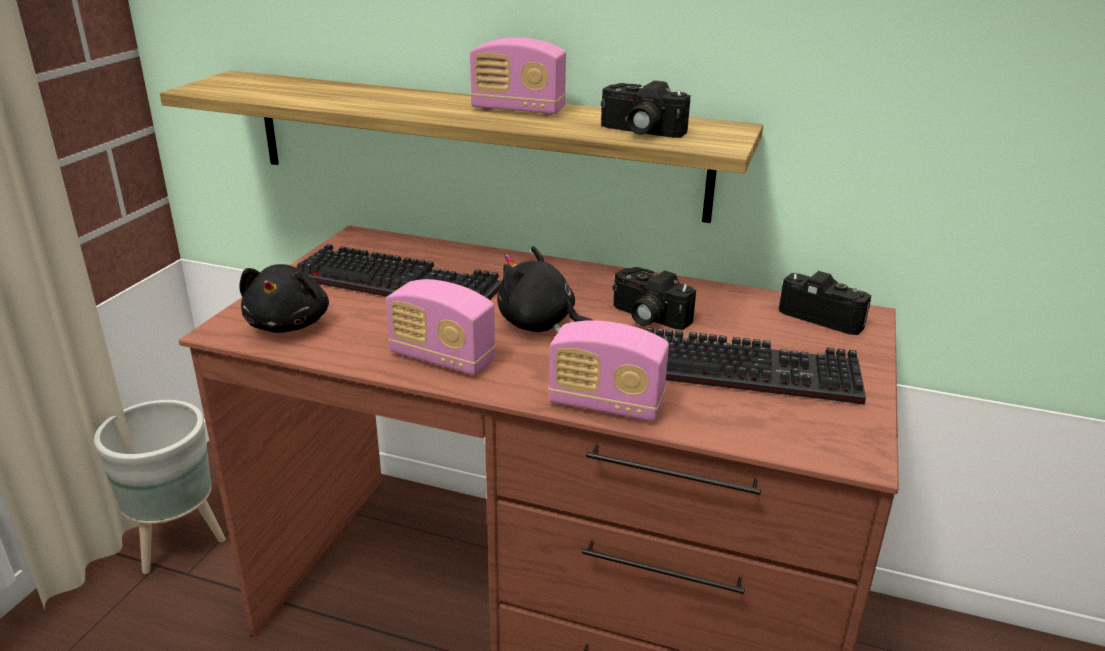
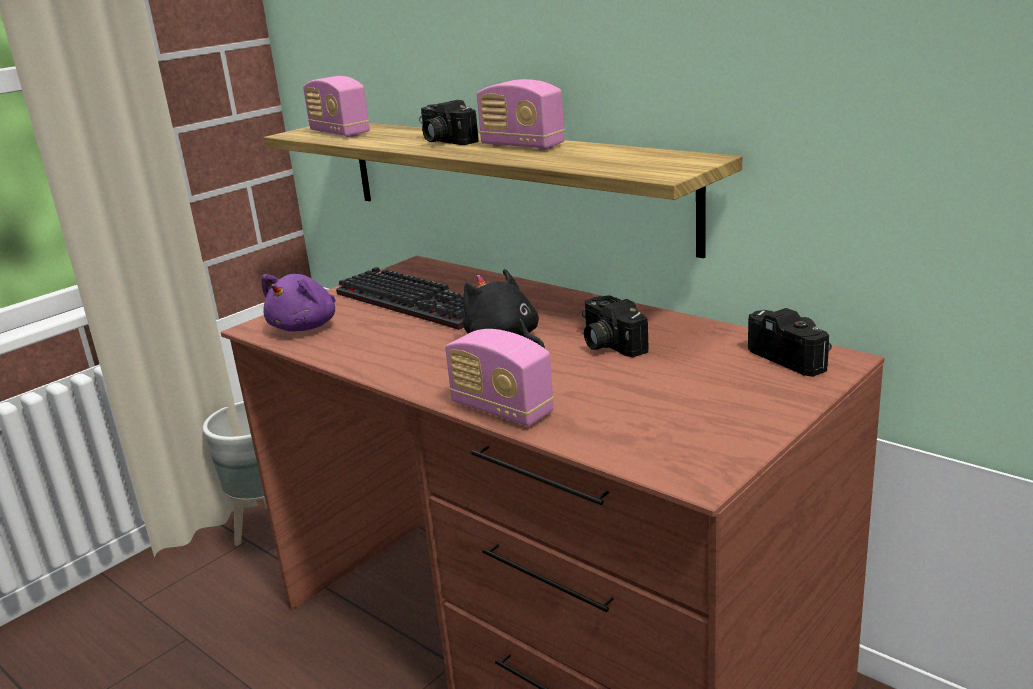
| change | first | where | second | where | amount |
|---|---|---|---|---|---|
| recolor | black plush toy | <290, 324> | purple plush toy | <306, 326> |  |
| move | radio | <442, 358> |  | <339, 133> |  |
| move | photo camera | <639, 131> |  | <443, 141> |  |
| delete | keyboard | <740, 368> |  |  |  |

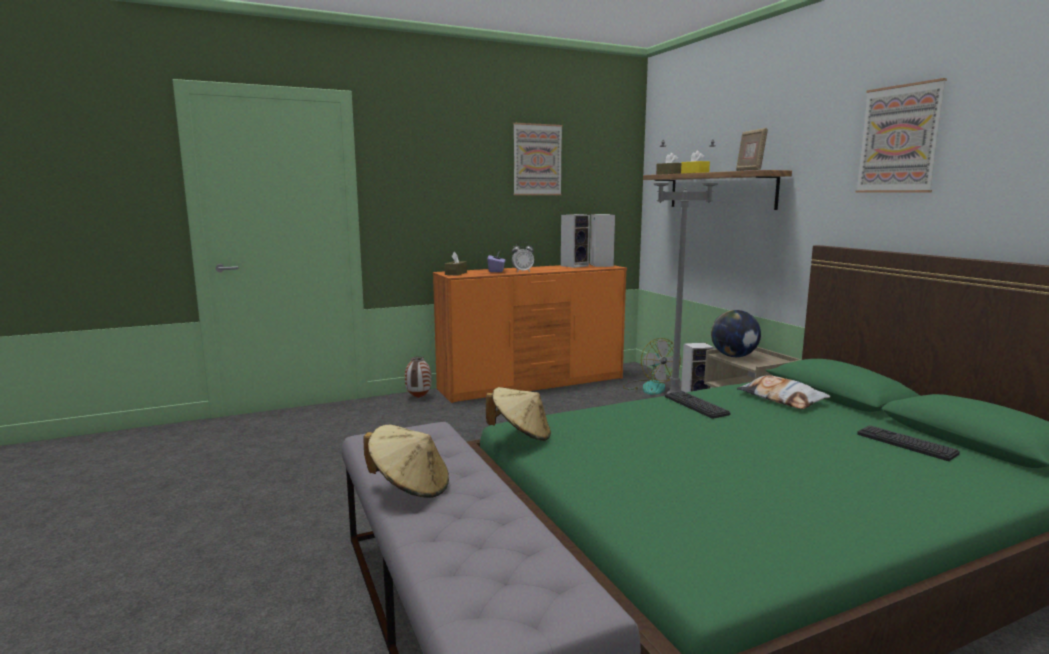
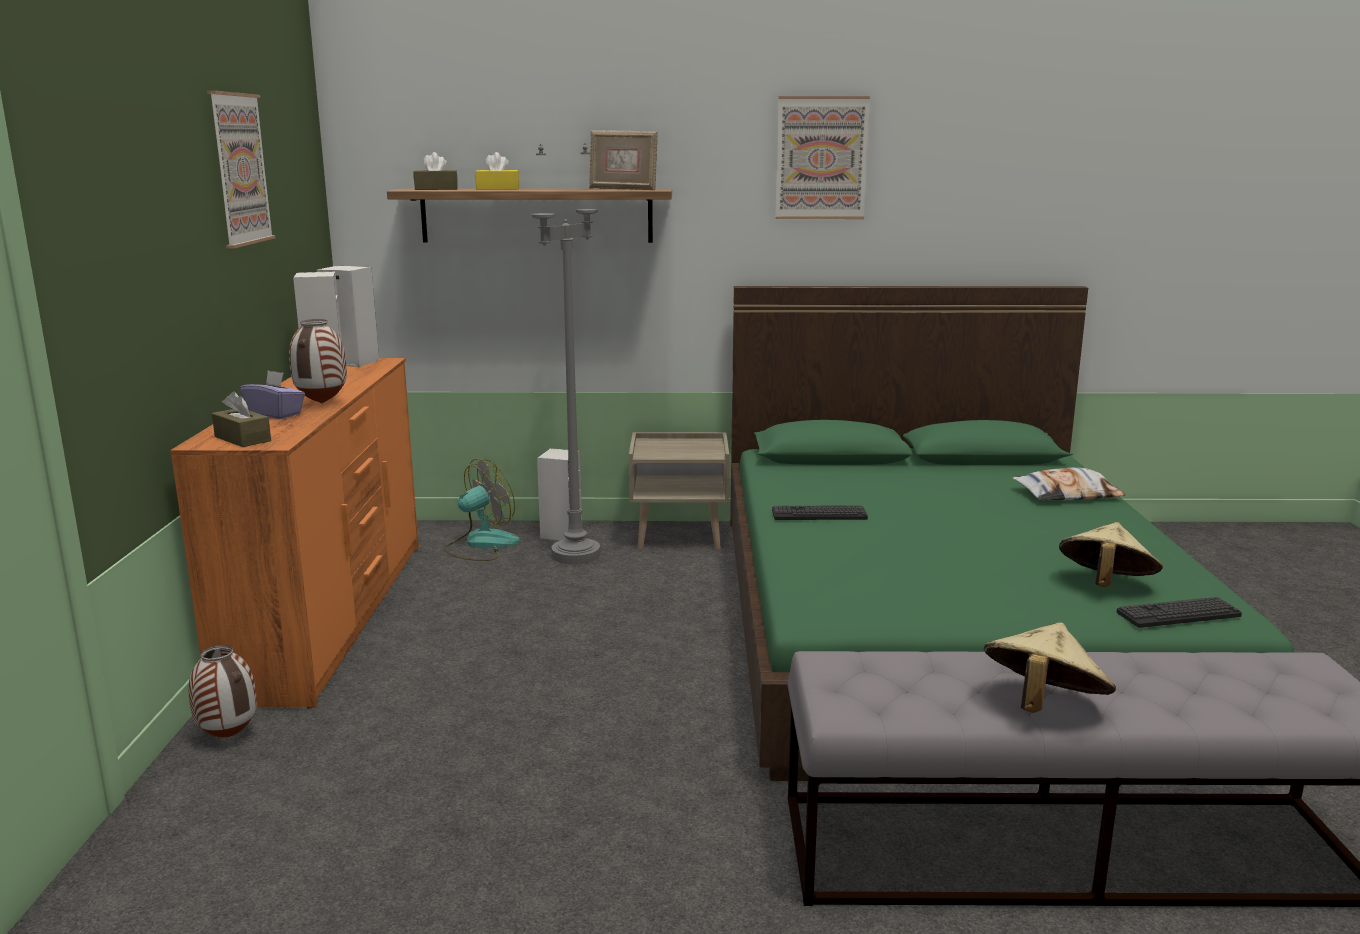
| change | first | where | second | where | amount |
|---|---|---|---|---|---|
| replace | alarm clock | <522, 271> | vase | <321, 403> |  |
| rotate | fan | <649, 387> |  | <481, 545> | 45 degrees counterclockwise |
| move | pillow | <781, 399> |  | <1067, 494> |  |
| move | beige hat | <520, 435> |  | <1105, 585> |  |
| move | keyboard | <906, 444> |  | <1178, 614> |  |
| delete | globe | <734, 356> |  |  |  |

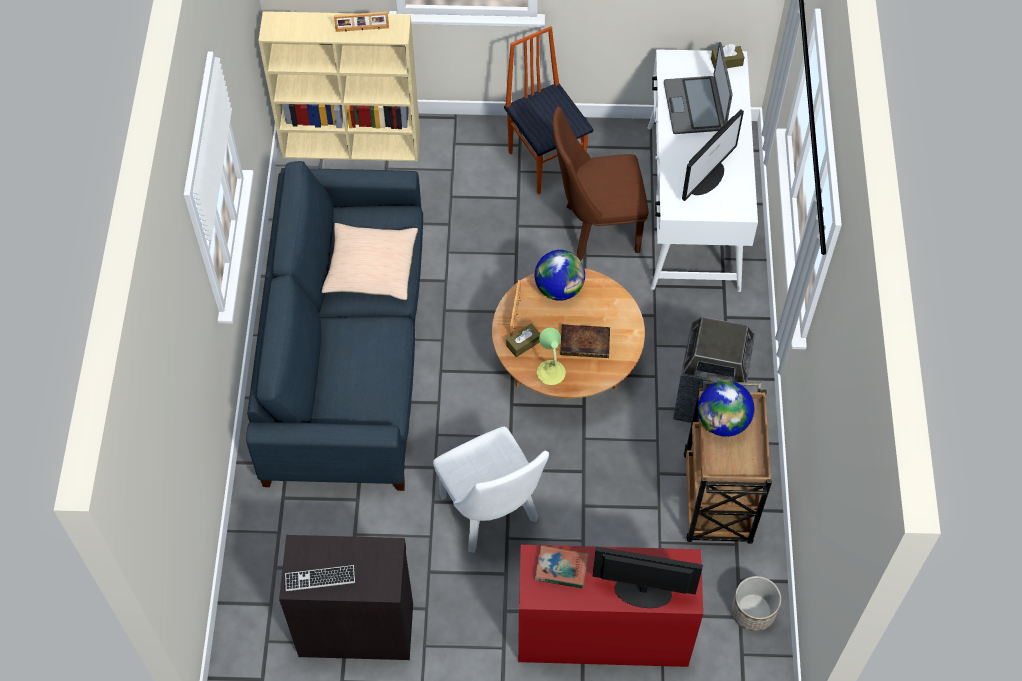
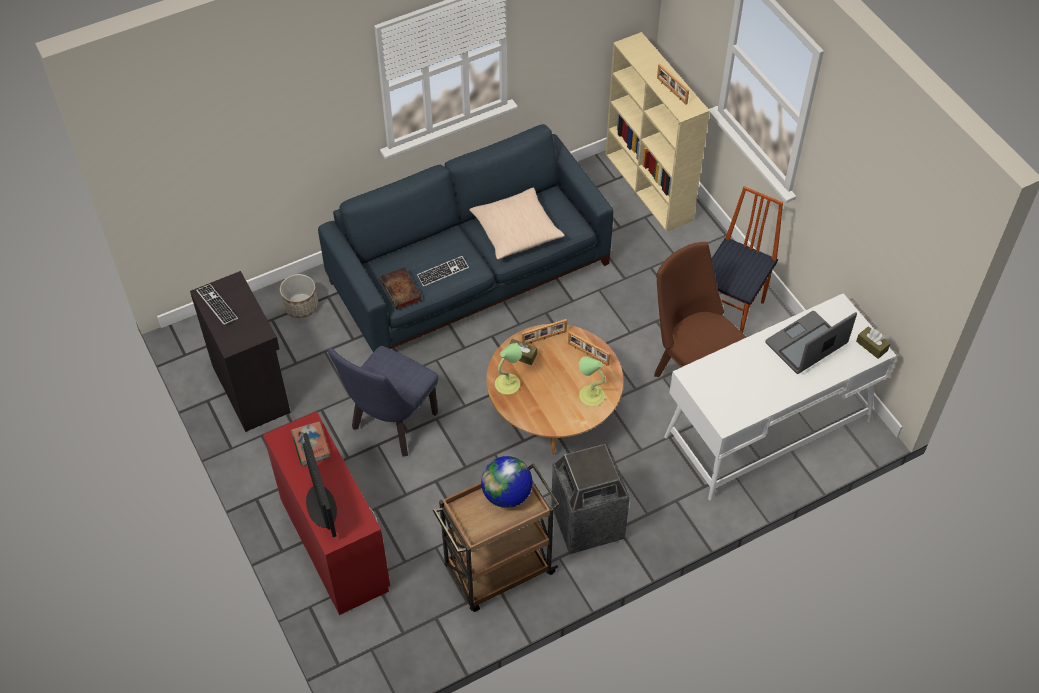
| change | first | where | second | where | amount |
|---|---|---|---|---|---|
| move | planter | <752, 611> |  | <301, 305> |  |
| recolor | white chair | <492, 515> | blue chair | <391, 426> |  |
| move | book | <586, 343> |  | <401, 291> |  |
| insert |  |  | keyboard | <443, 272> |  |
| replace | globe | <559, 288> | picture frame | <587, 354> |  |
| insert |  |  | table lamp | <591, 395> |  |
| delete | monitor | <706, 177> |  |  |  |

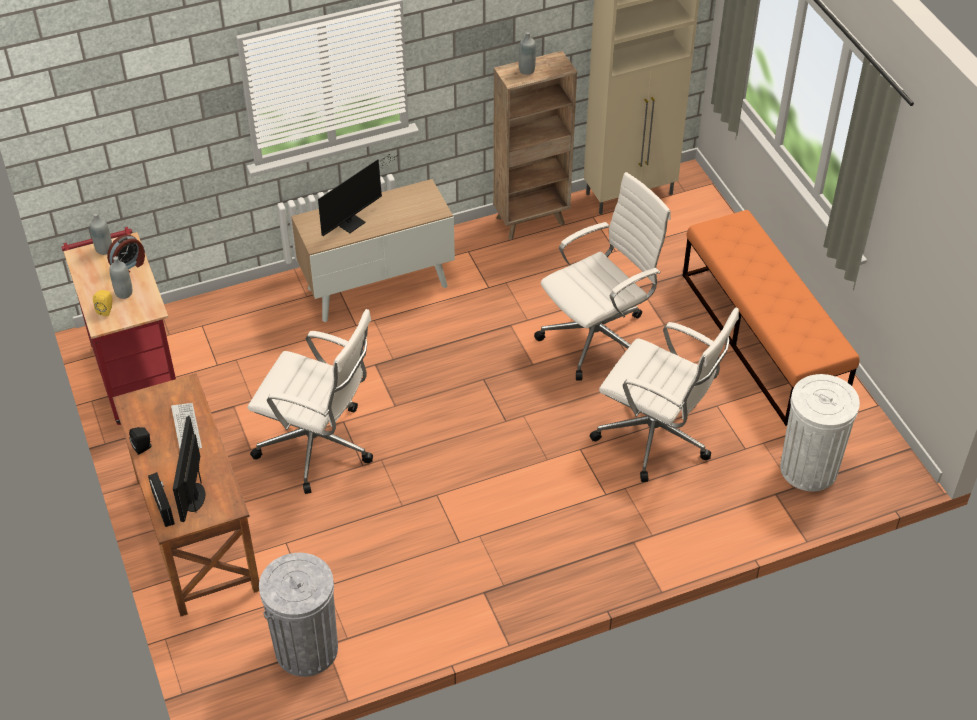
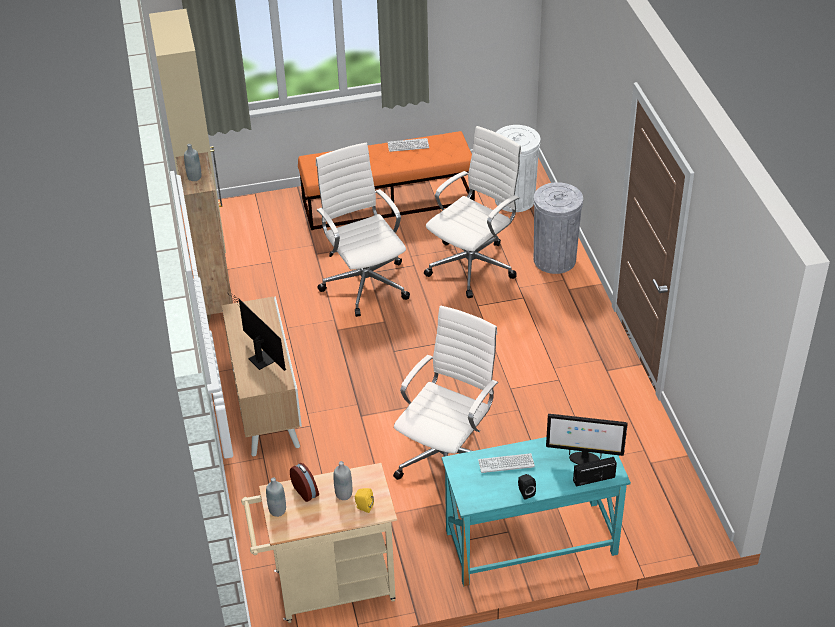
| change | first | where | second | where | amount |
|---|---|---|---|---|---|
| recolor | red cart | <135, 371> | beige cart | <327, 589> |  |
| insert |  |  | keyboard | <408, 145> |  |
| recolor | brown desk | <196, 533> | turquoise desk | <531, 543> |  |
| move | grey trash can | <306, 649> |  | <554, 259> |  |

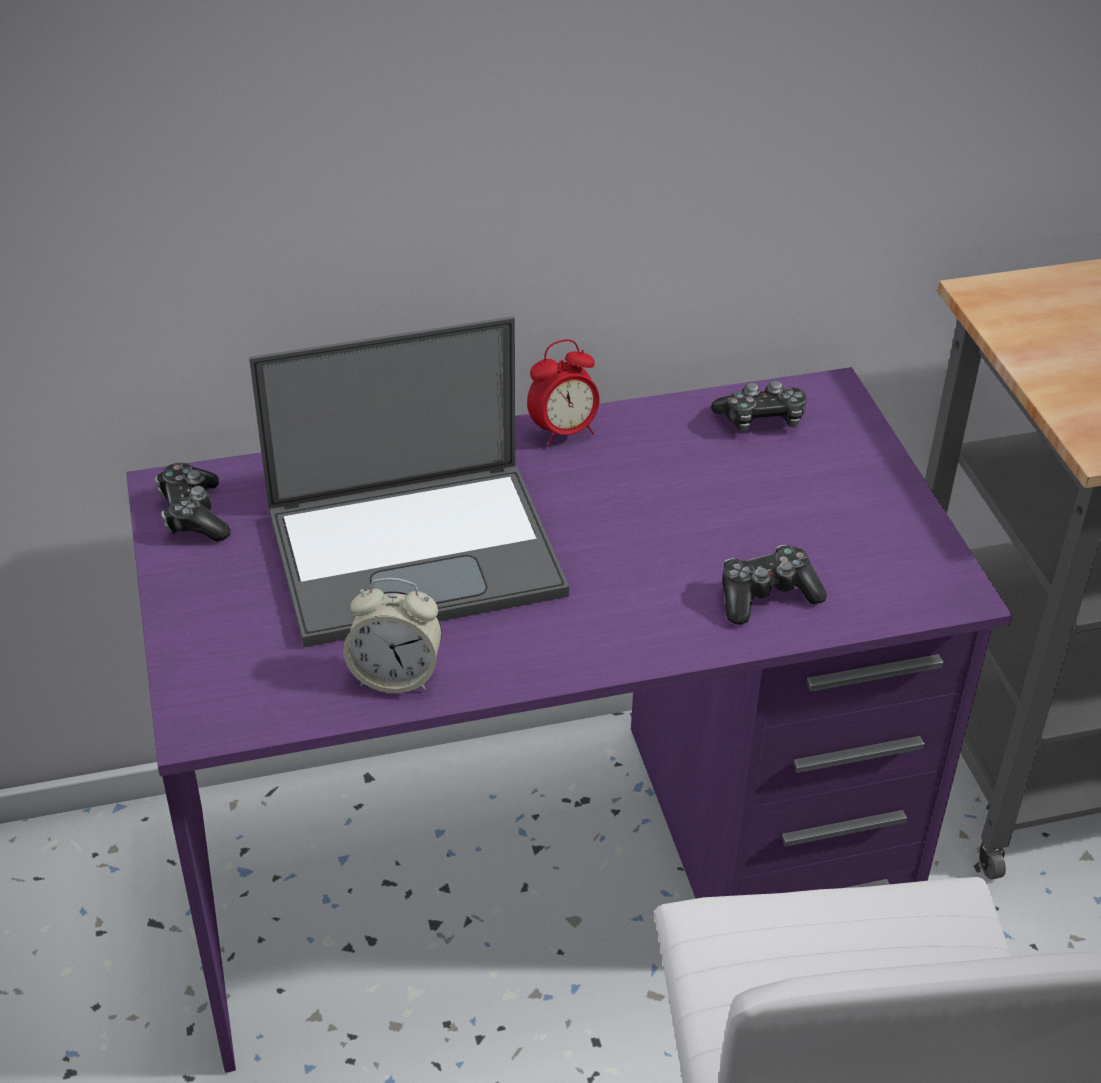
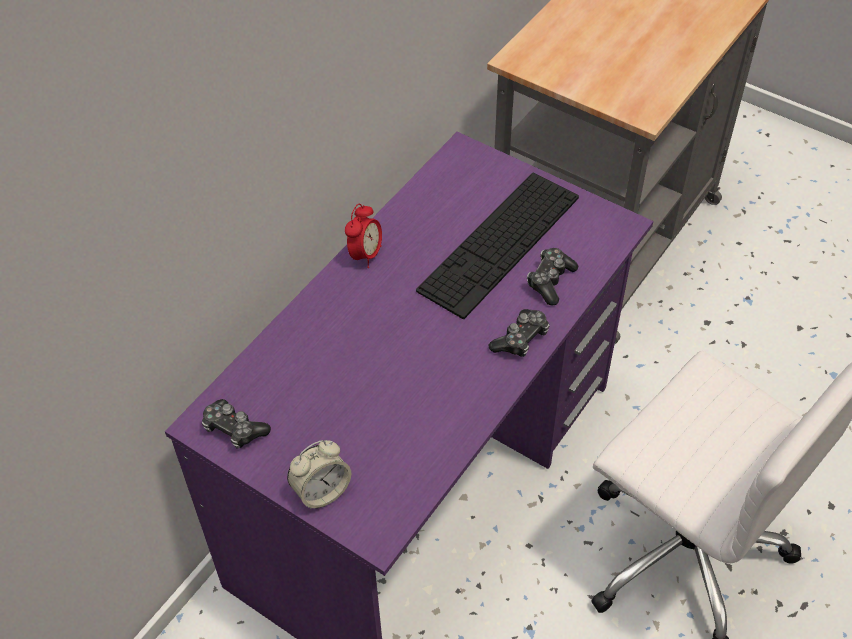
| change | first | where | second | where | amount |
|---|---|---|---|---|---|
| move | alarm clock | <396, 675> |  | <321, 491> |  |
| insert |  |  | keyboard | <499, 243> |  |
| move | game controller | <761, 420> |  | <521, 339> |  |
| delete | laptop | <418, 550> |  |  |  |

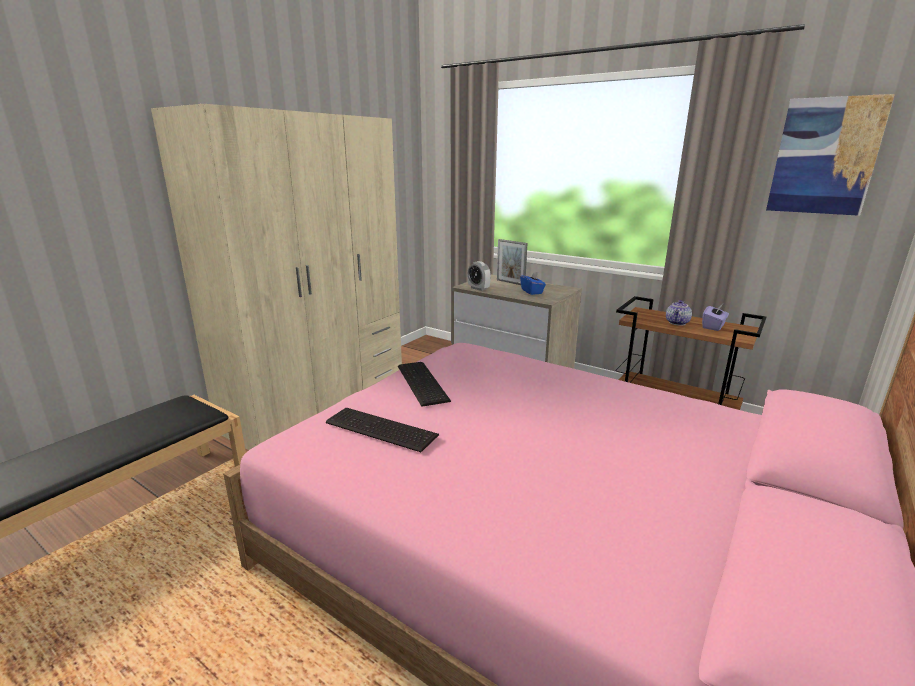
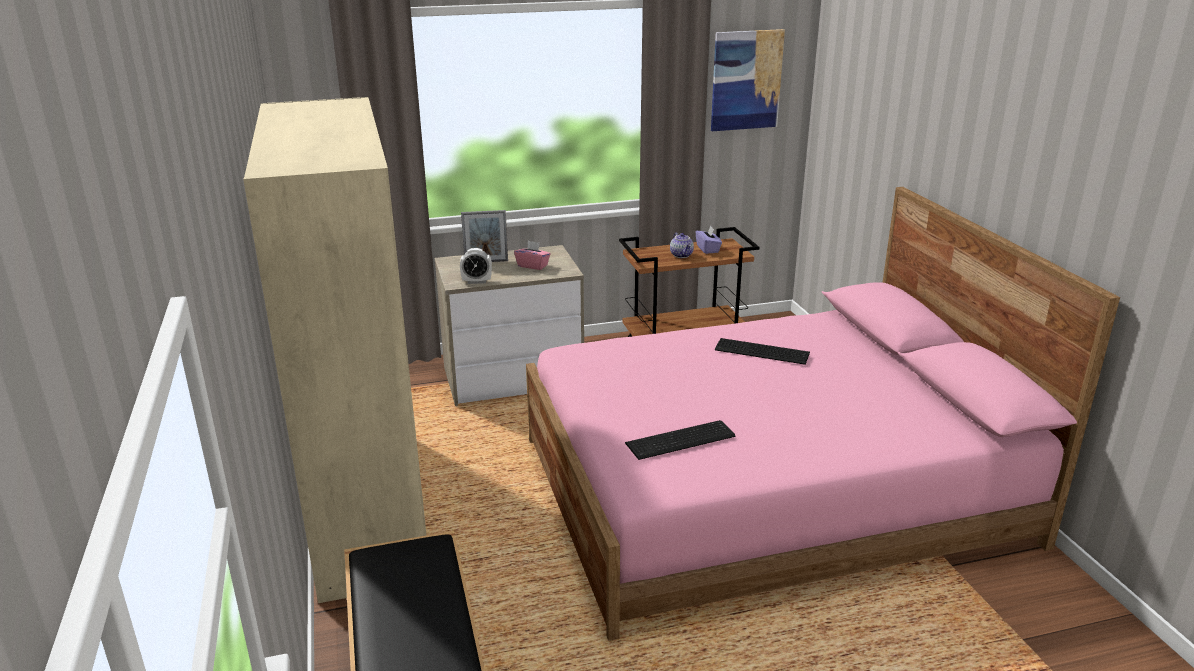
| change | first | where | second | where | amount |
|---|---|---|---|---|---|
| recolor | blue tissue box | <532, 291> | pink tissue box | <533, 266> |  |
| move | keyboard | <421, 383> |  | <762, 352> |  |

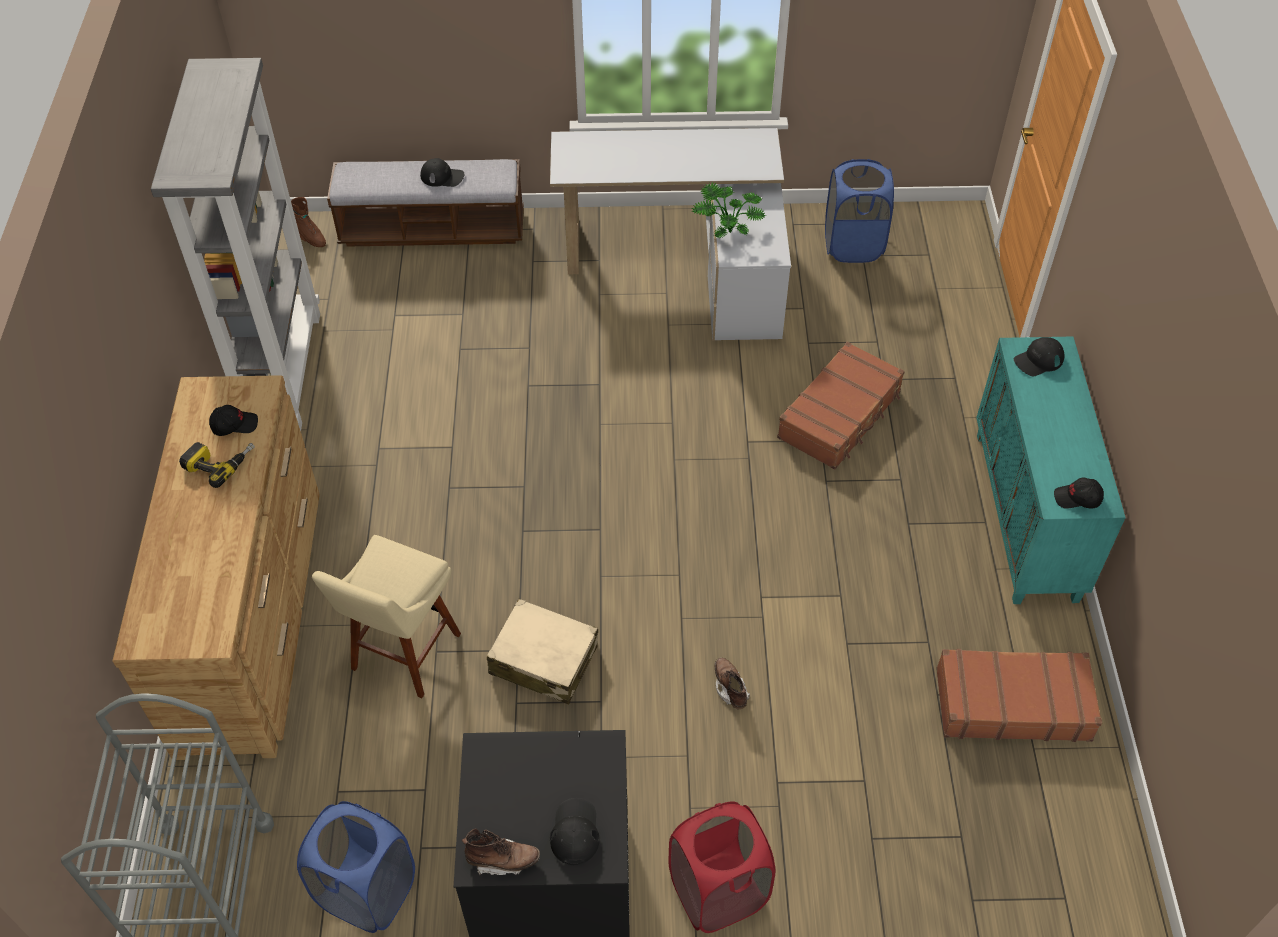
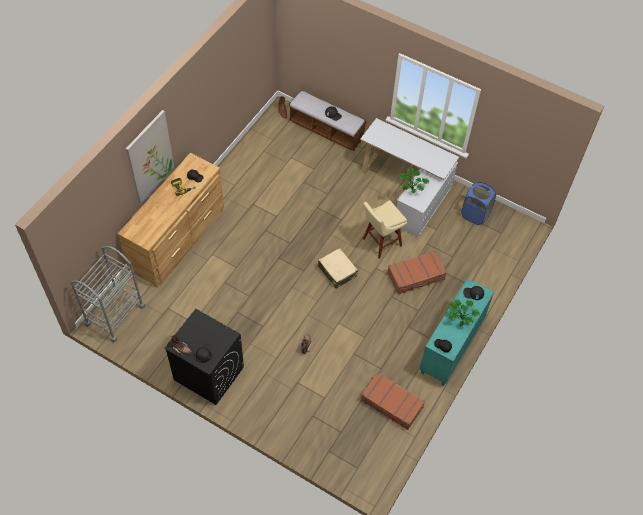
| change | first | where | second | where | amount |
|---|---|---|---|---|---|
| insert |  |  | picture | <150, 157> |  |
| move | beige suitcase | <543, 660> |  | <337, 271> |  |
| move | beige stool | <403, 656> |  | <380, 243> |  |
| insert |  |  | potted plant | <460, 318> |  |
| delete | grey bookcase | <283, 371> |  |  |  |
| delete | blue laundry basket | <367, 891> |  |  |  |
| delete | red laundry basket | <718, 892> |  |  |  |

